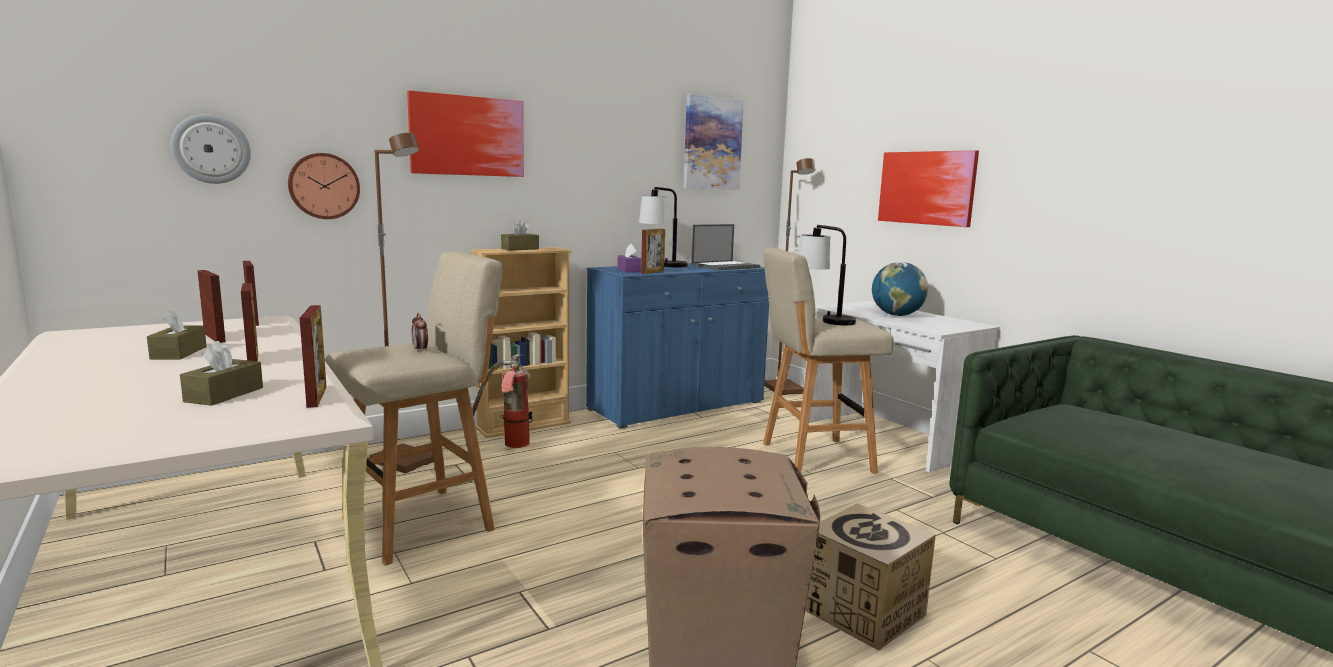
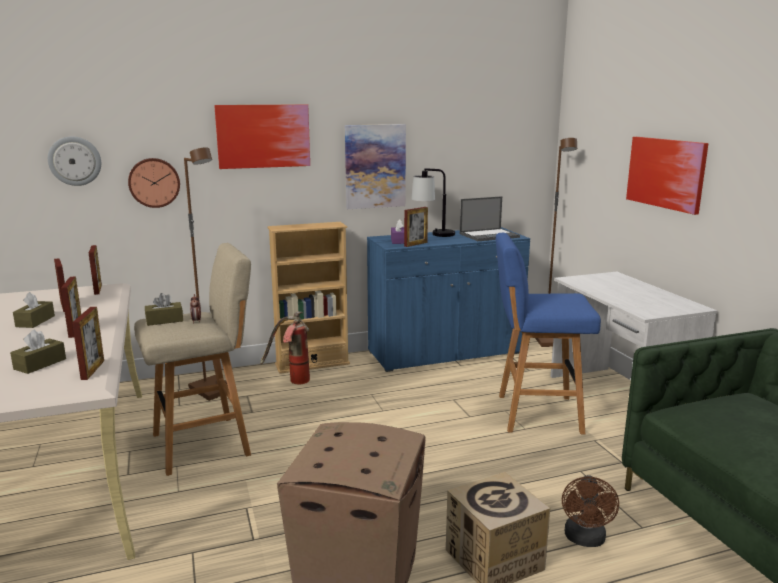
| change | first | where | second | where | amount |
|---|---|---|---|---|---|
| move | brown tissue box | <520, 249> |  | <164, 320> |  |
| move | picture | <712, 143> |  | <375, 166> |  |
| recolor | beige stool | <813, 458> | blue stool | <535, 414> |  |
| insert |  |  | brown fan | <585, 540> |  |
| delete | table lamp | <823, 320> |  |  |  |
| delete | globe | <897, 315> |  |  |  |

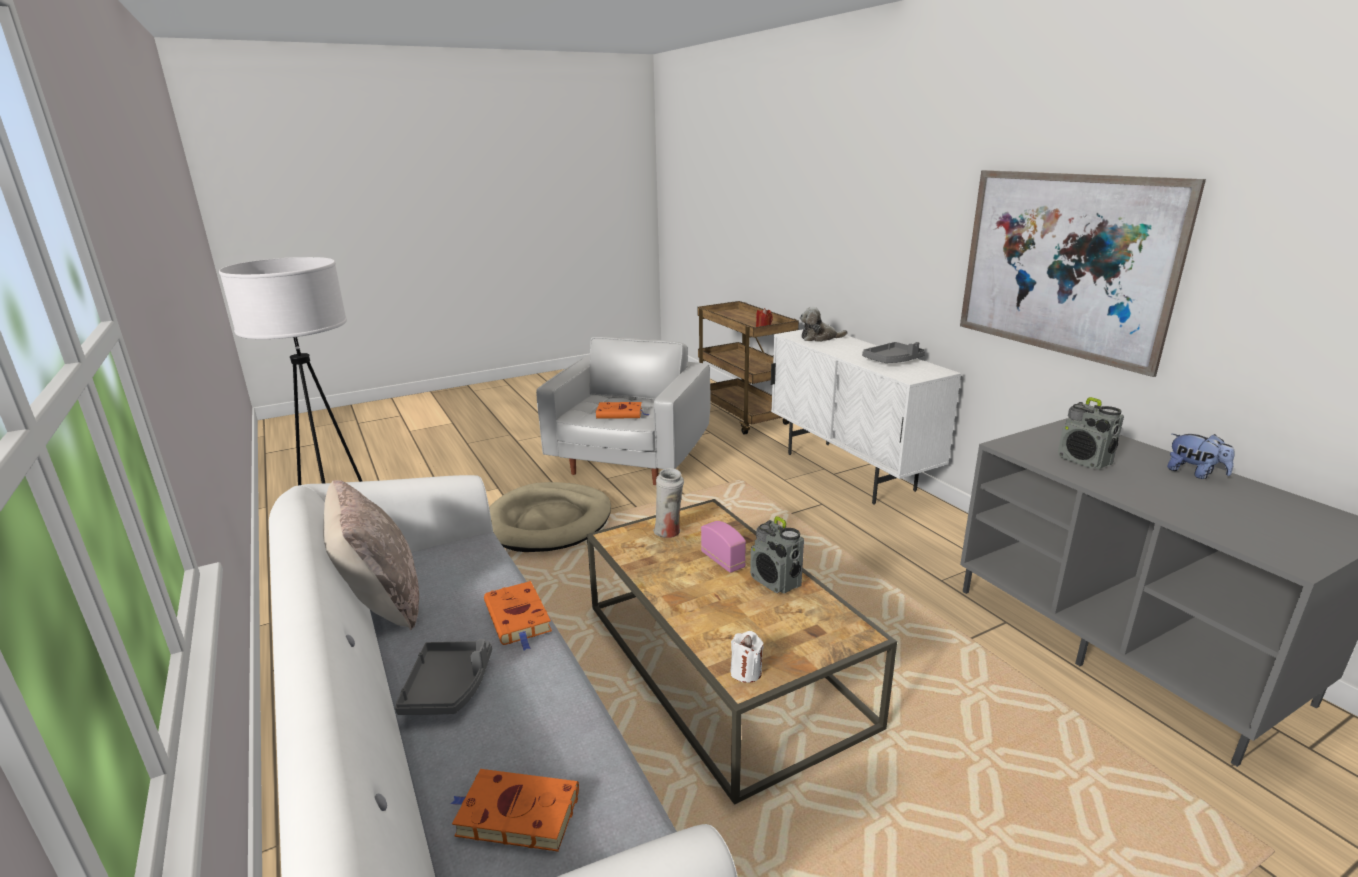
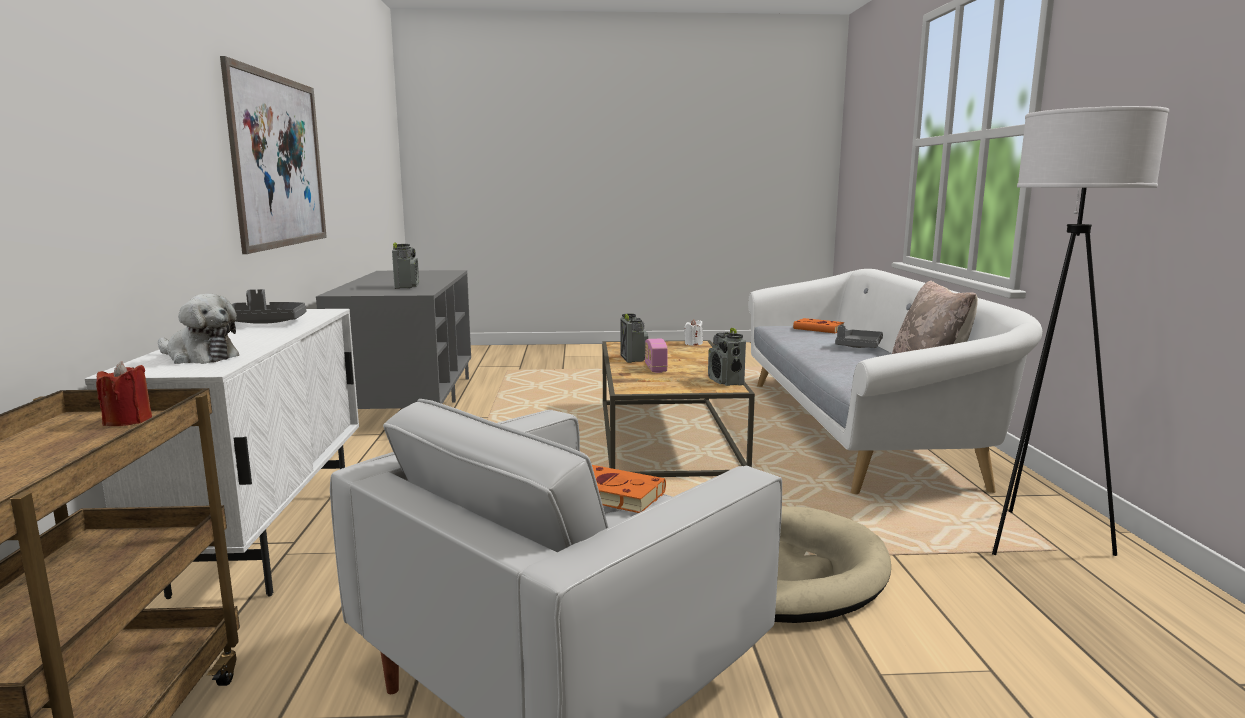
| change | first | where | second | where | amount |
|---|---|---|---|---|---|
| insert |  |  | radio | <726, 382> |  |
| delete | orange book | <519, 618> |  |  |  |
| delete | white vase | <669, 533> |  |  |  |
| delete | plush toy | <1194, 473> |  |  |  |

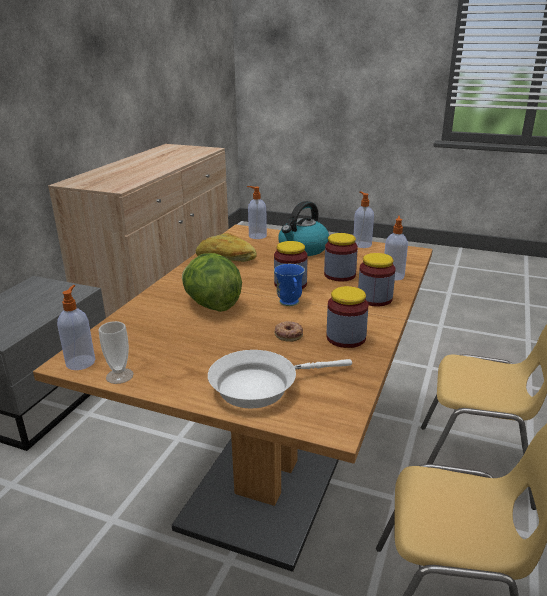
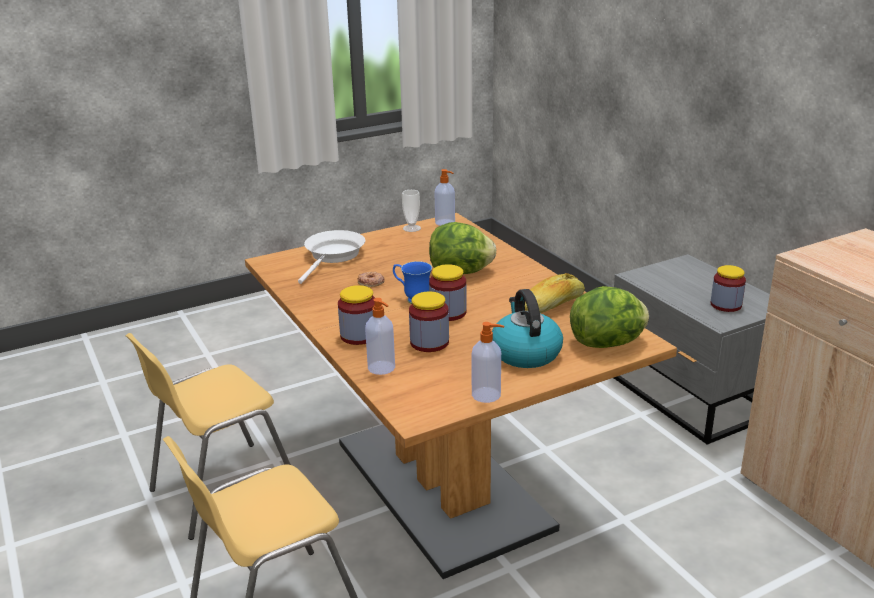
| change | first | where | second | where | amount |
|---|---|---|---|---|---|
| replace | soap dispenser | <257, 236> | lettuce | <608, 343> |  |
| move | jar | <346, 338> |  | <726, 305> |  |

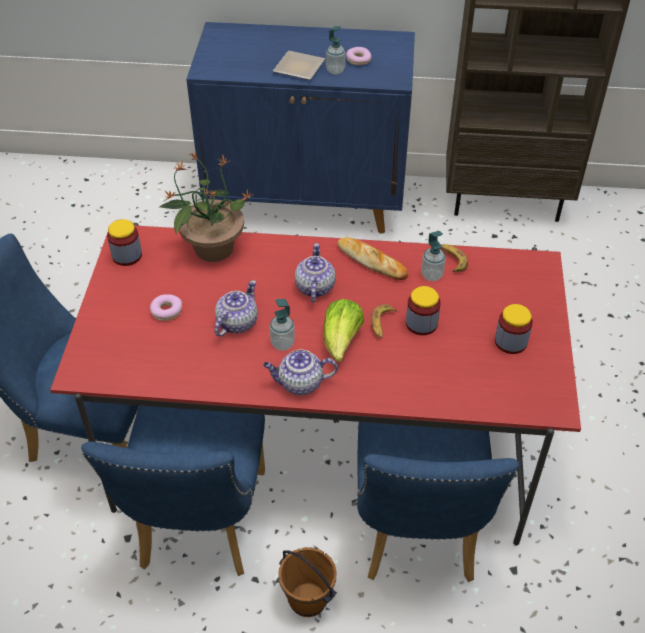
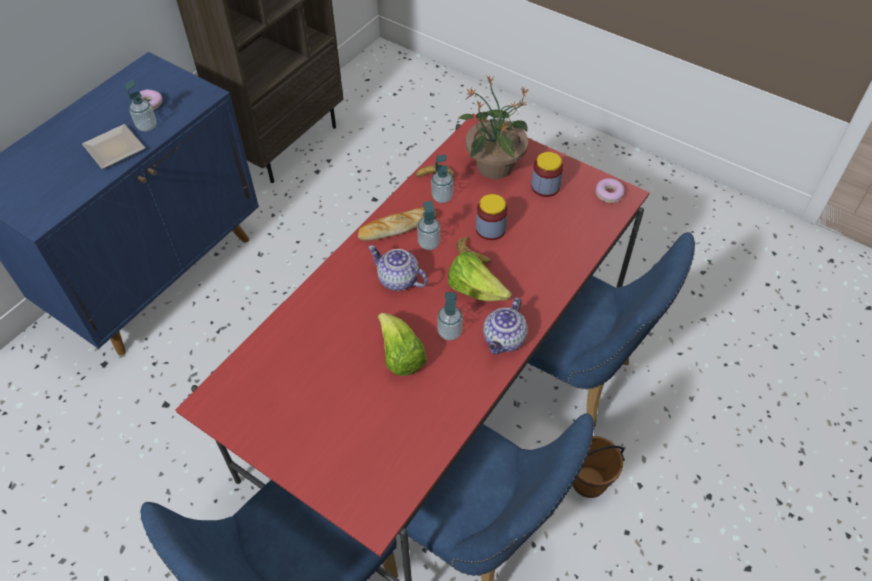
| change | first | where | second | where | amount |
|---|---|---|---|---|---|
| replace | teapot | <236, 323> | lettuce | <400, 356> |  |
| insert |  |  | soap dispenser | <429, 243> |  |
| move | potted plant | <212, 248> |  | <493, 167> |  |
| move | donut | <167, 311> |  | <609, 194> |  |
| delete | jar | <127, 255> |  |  |  |

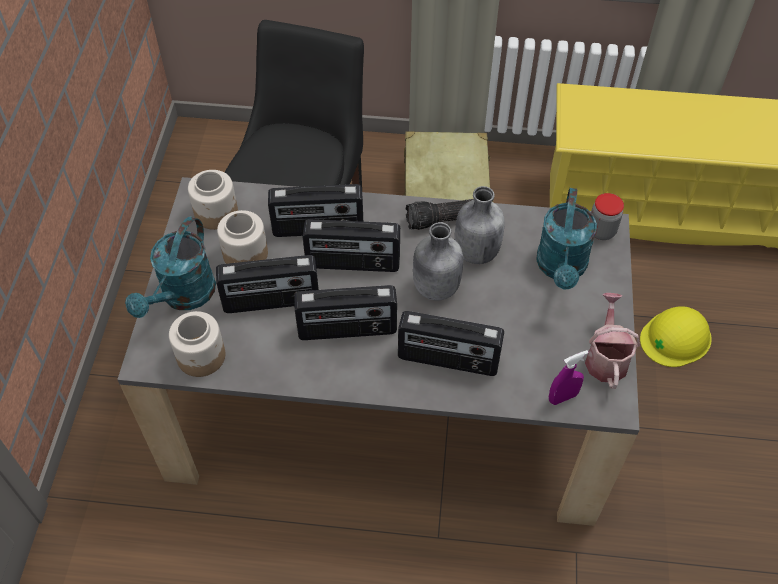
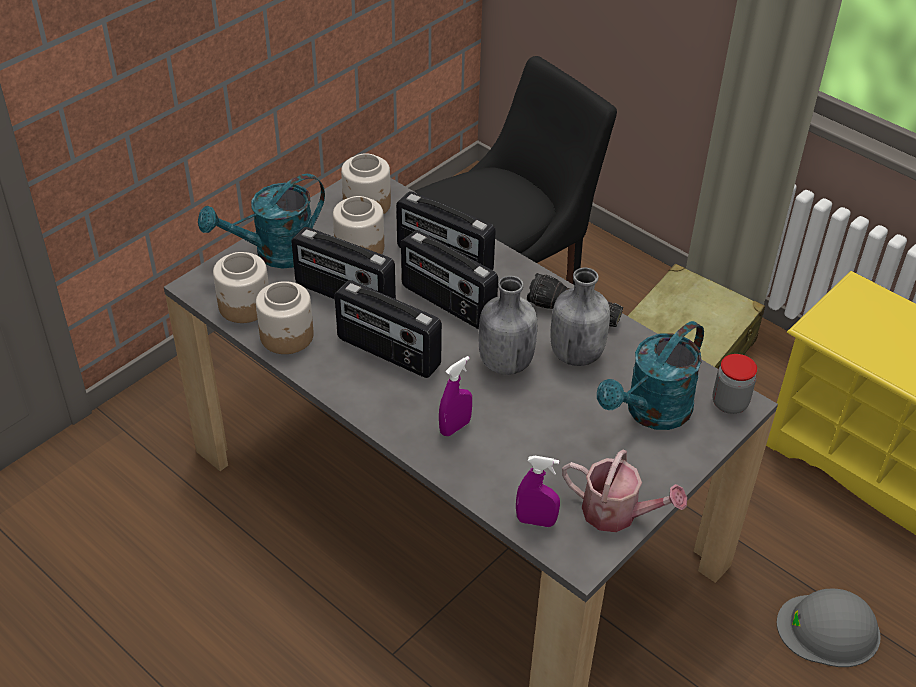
| change | first | where | second | where | amount |
|---|---|---|---|---|---|
| insert |  |  | jar | <287, 336> |  |
| replace | radio | <448, 360> | purple spray bottle | <455, 427> |  |
| rotate | watering can | <606, 357> |  | <617, 513> | 75 degrees clockwise |
| recolor | yellow hard hat | <676, 338> | grey hard hat | <829, 629> |  |

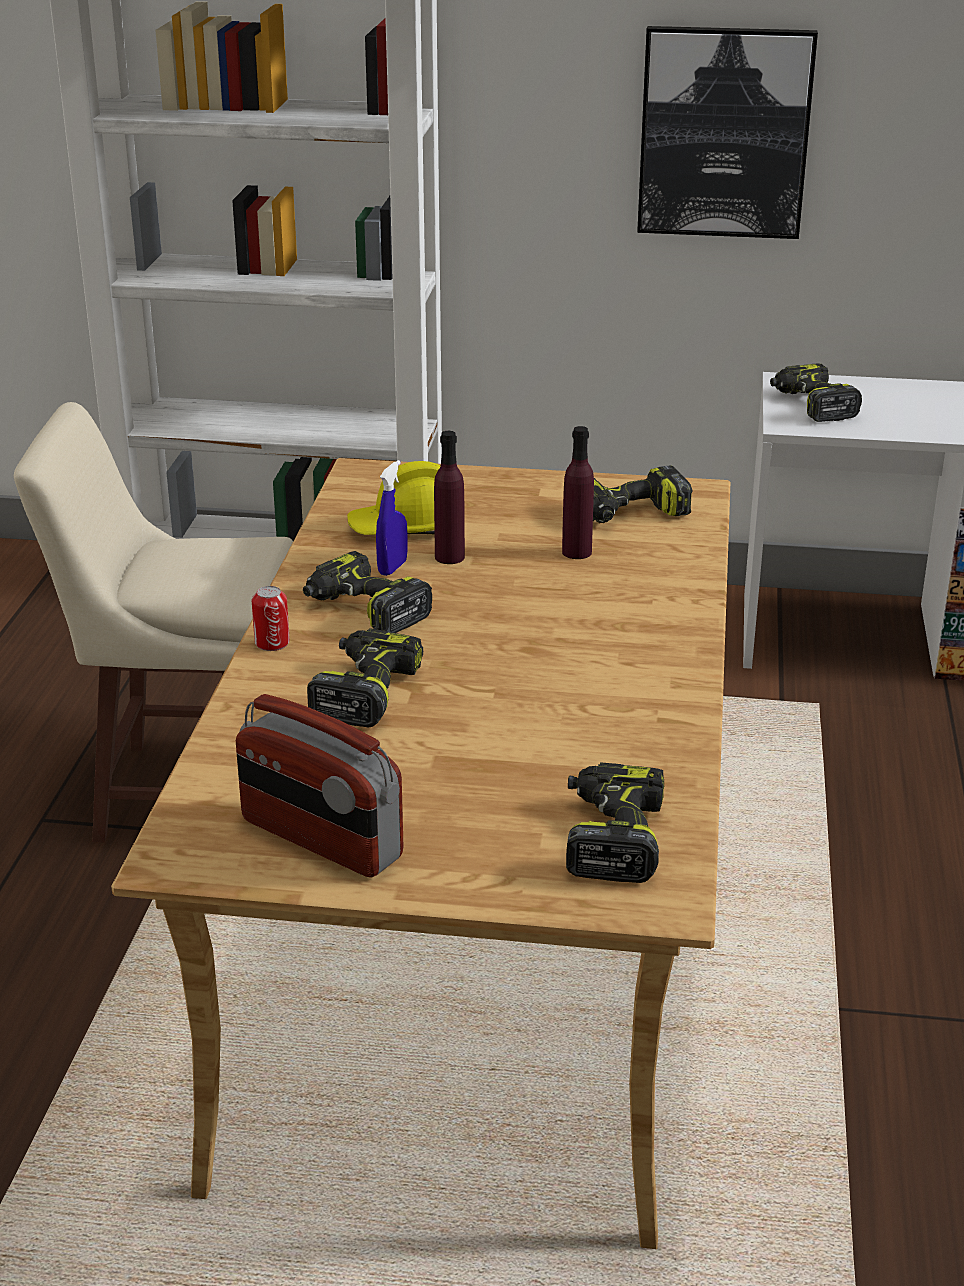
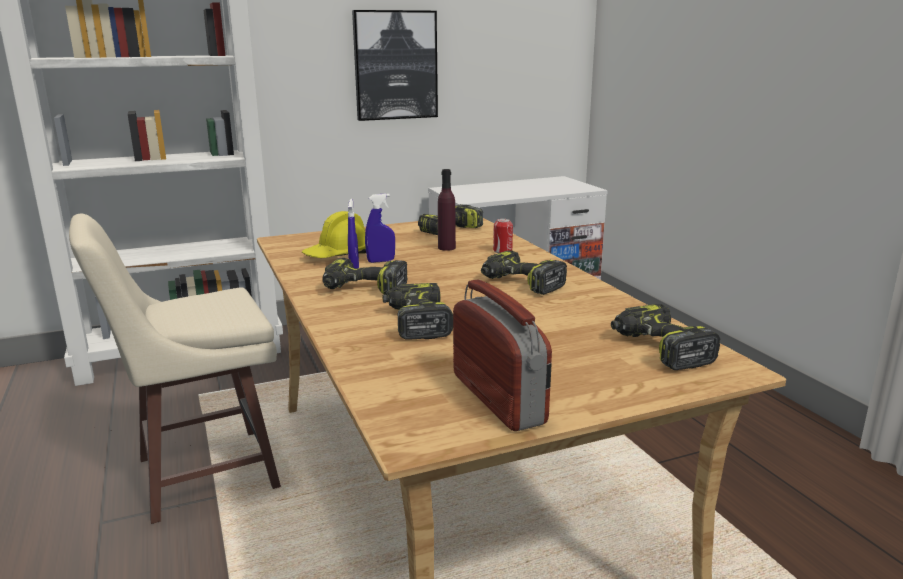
| change | first | where | second | where | amount |
|---|---|---|---|---|---|
| replace | purple bottle | <449, 557> | blue spray bottle | <381, 261> |  |
| rotate | radio | <320, 840> |  | <499, 398> | 120 degrees counterclockwise |
| move | power drill | <812, 405> |  | <520, 284> |  |
| move | can | <272, 643> |  | <502, 251> |  |

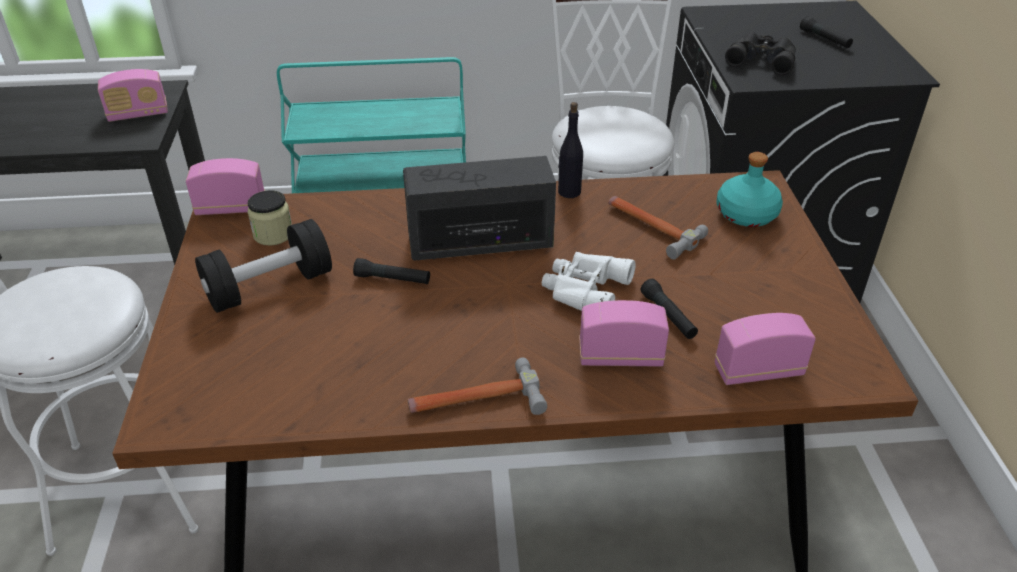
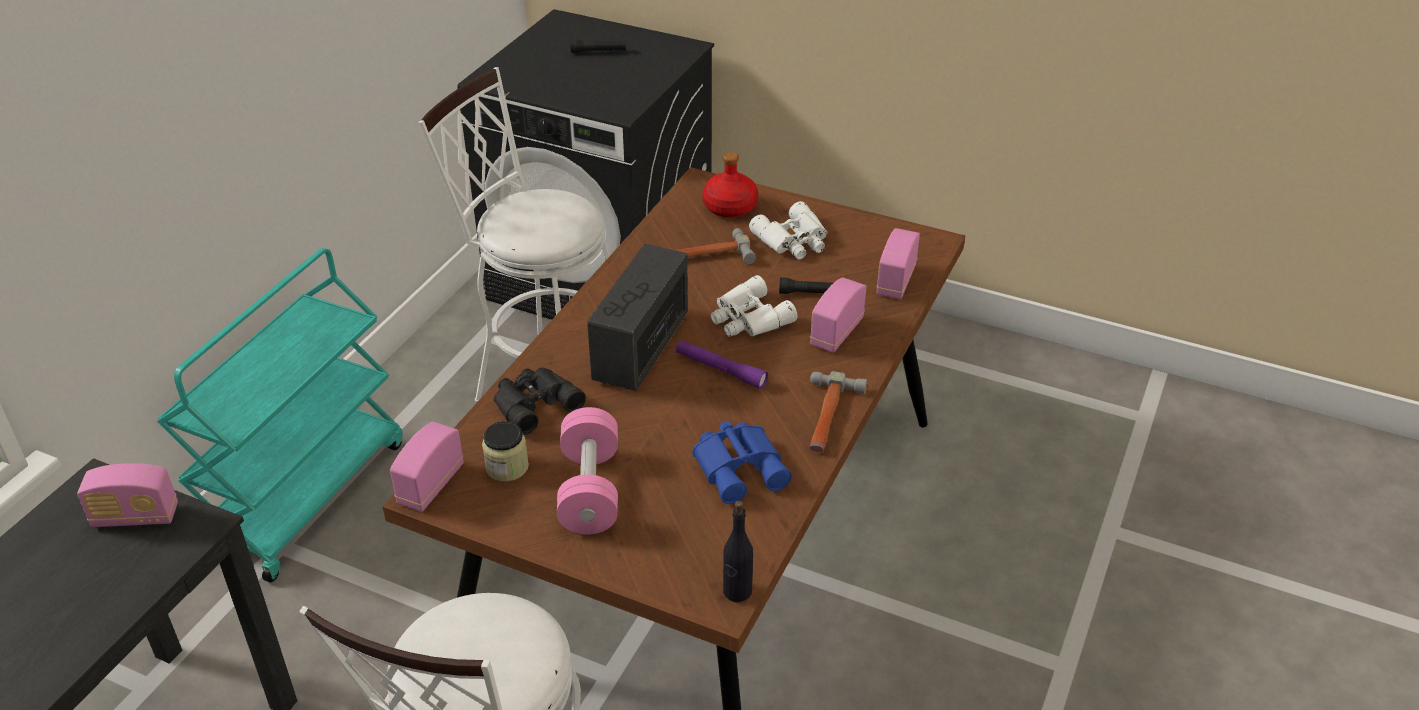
| change | first | where | second | where | amount |
|---|---|---|---|---|---|
| rotate | radio | <138, 114> |  | <136, 517> | 75 degrees clockwise |
| move | black binoculars | <762, 59> |  | <533, 403> |  |
| recolor | black dumbbell | <269, 287> | pink dumbbell | <590, 490> |  |
| insert |  |  | purple flashlight | <720, 370> |  |
| insert |  |  | blue binoculars | <741, 467> |  |
| recolor | turquoise bottle | <745, 214> | red bottle | <730, 207> |  |
| move | black bottle | <569, 192> |  | <737, 591> |  |
| insert |  |  | white binoculars | <794, 241> |  |
| delete | black flashlight | <392, 279> |  |  |  |

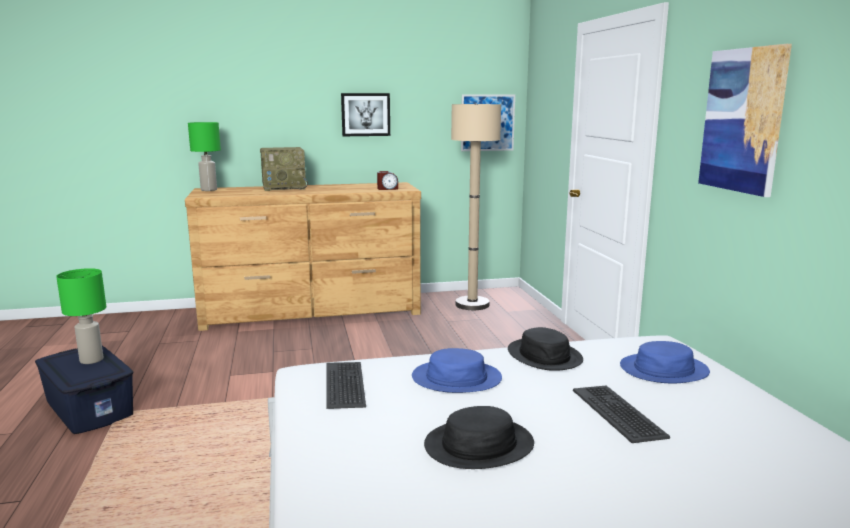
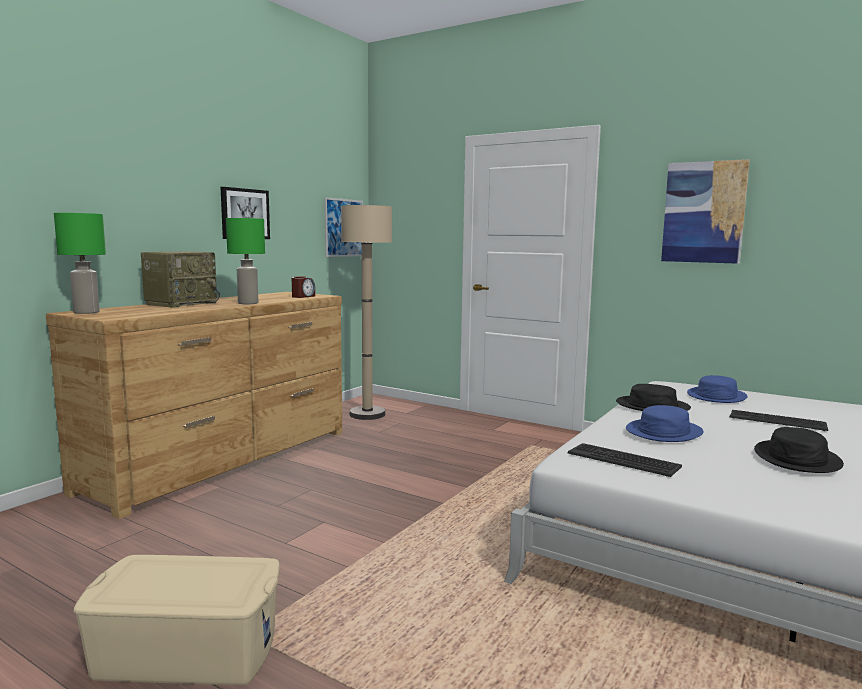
| change | first | where | second | where | amount |
|---|---|---|---|---|---|
| recolor | blue storage box | <90, 408> | beige storage box | <187, 651> |  |
| move | green table lamp | <91, 360> |  | <248, 303> |  |

